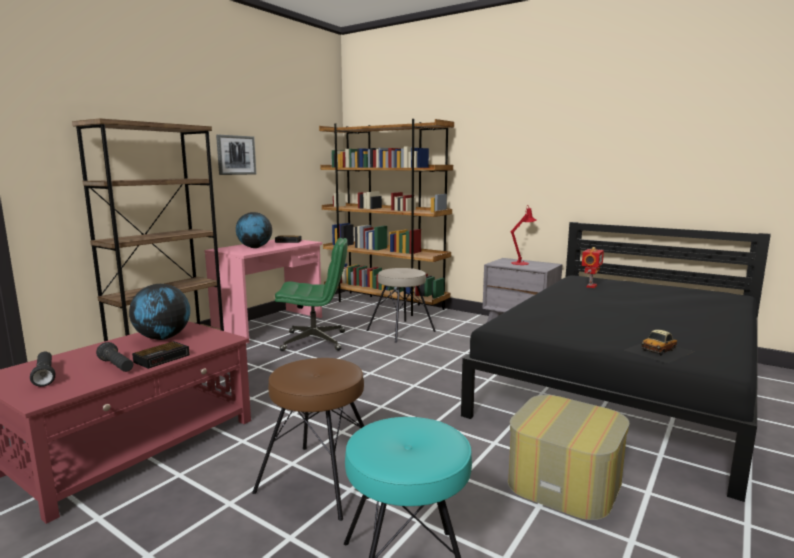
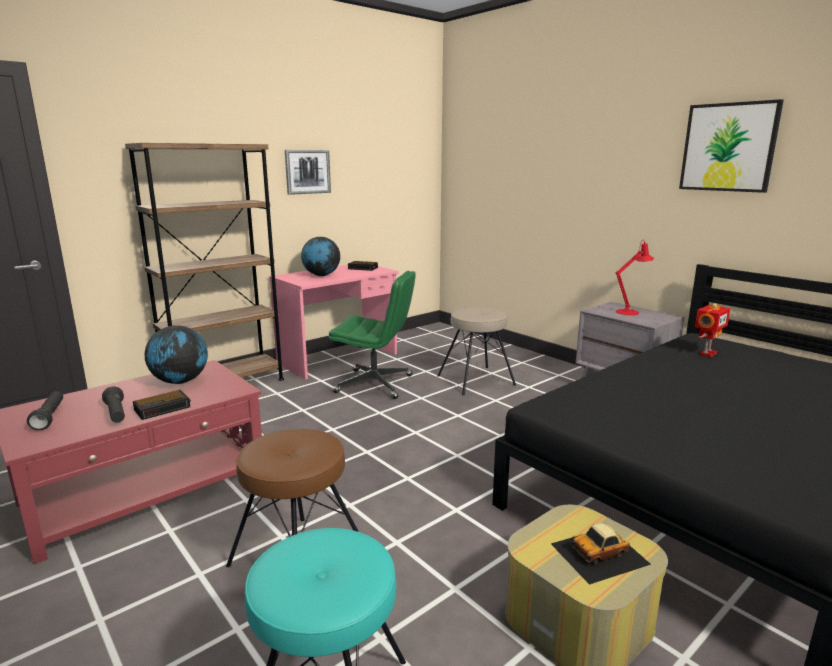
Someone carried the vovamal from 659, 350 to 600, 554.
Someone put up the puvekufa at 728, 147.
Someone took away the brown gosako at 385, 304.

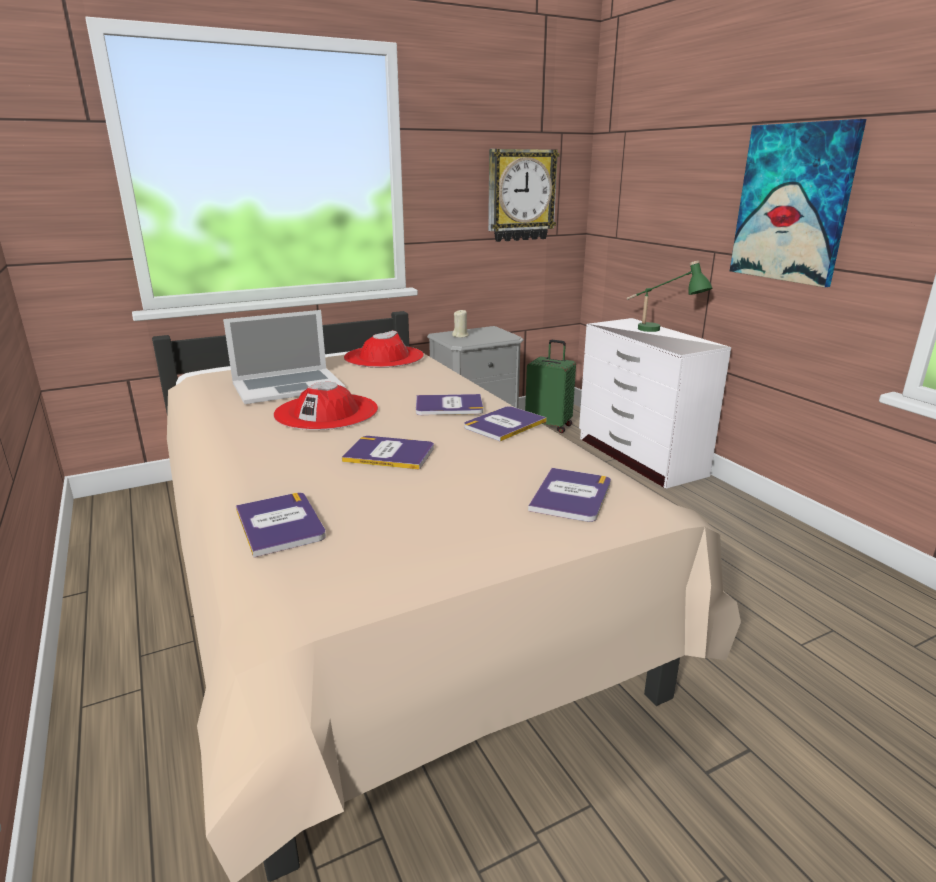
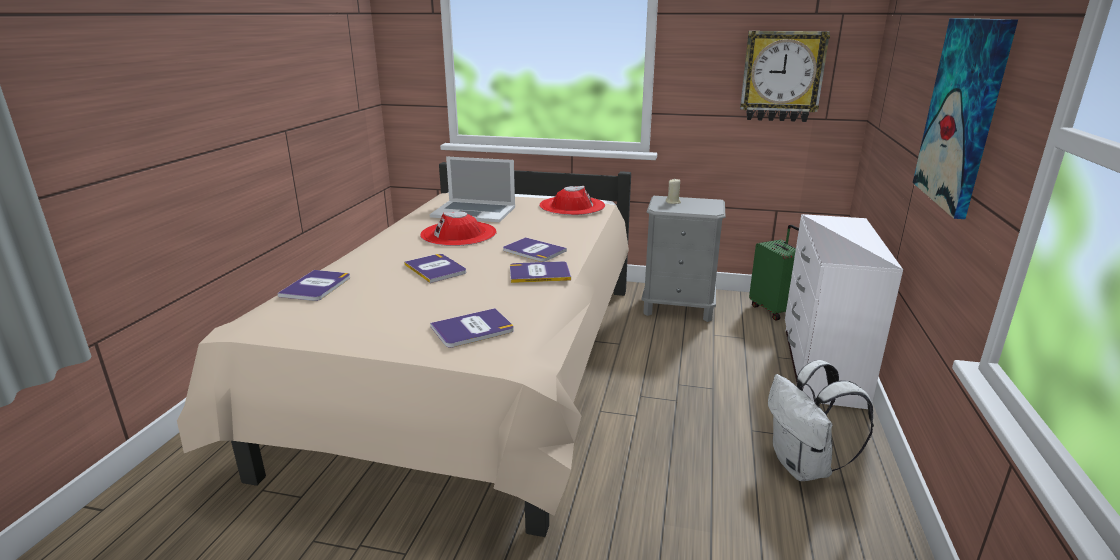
Someone put down the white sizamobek at 804, 467.
Someone took away the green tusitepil at 660, 332.

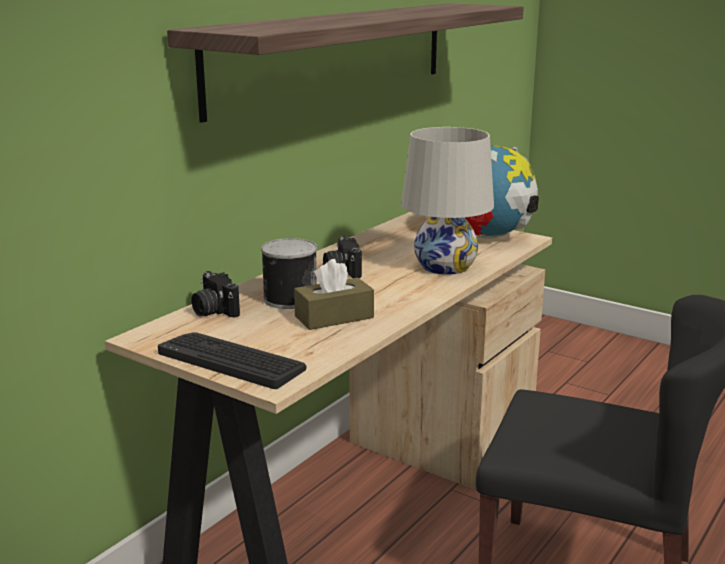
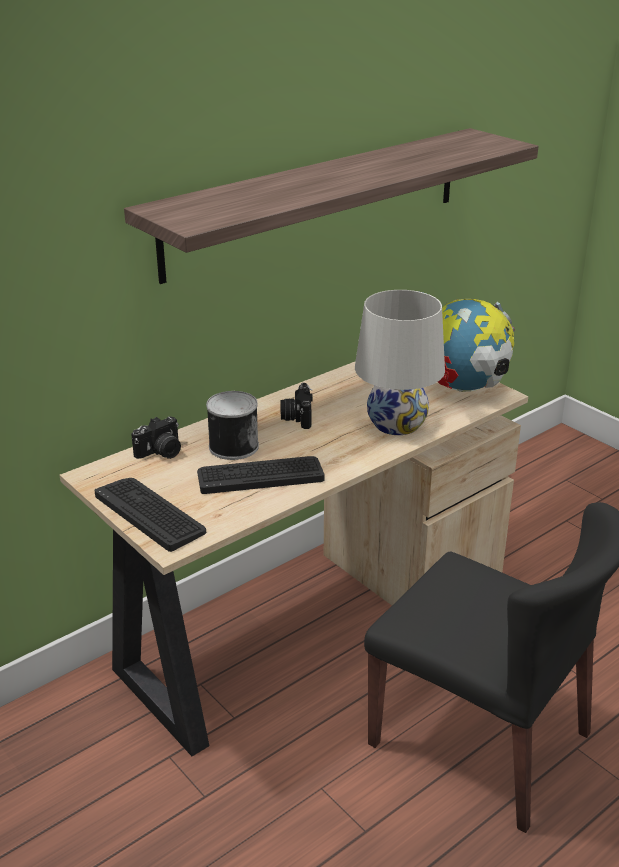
Someone rotated the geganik at 213, 311 by 105 degrees counterclockwise.
Someone swapped the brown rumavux at 334, 317 for the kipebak at 260, 475.

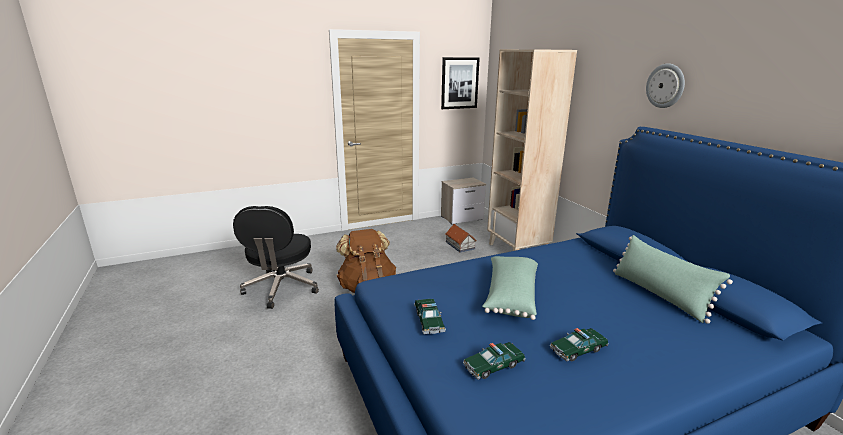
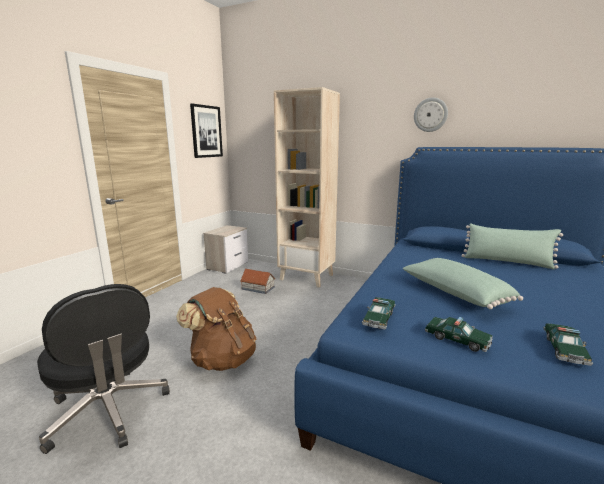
Someone carried the vovamal from 578, 350 to 379, 318.

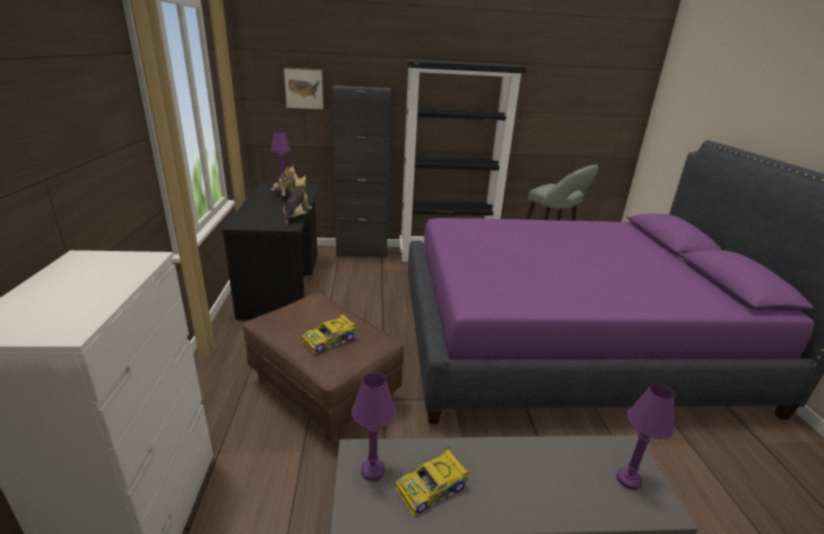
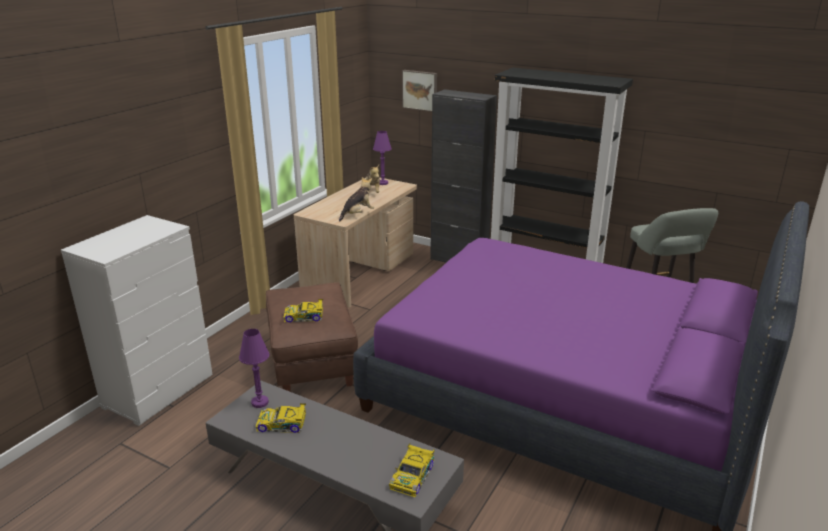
Someone repainted the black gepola at 283, 284, which became the beige gepola at 361, 273.
Someone swapped the purple tusitepil at 628, 479 for the vovamal at 413, 476.

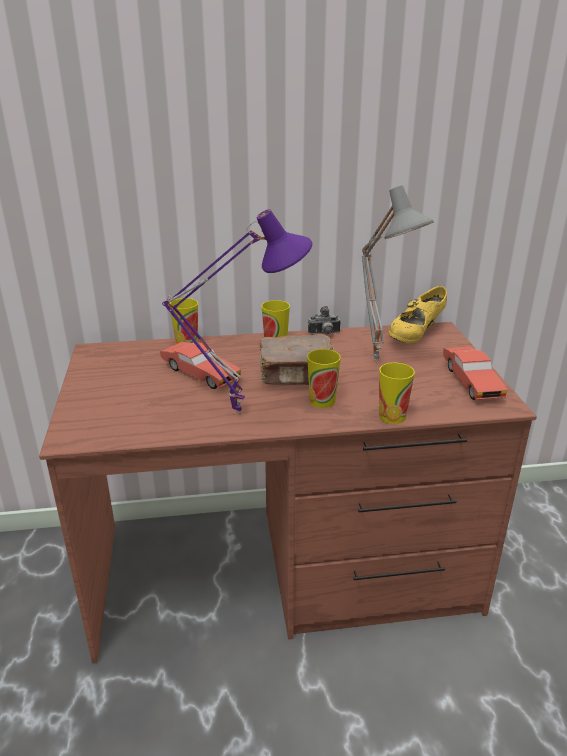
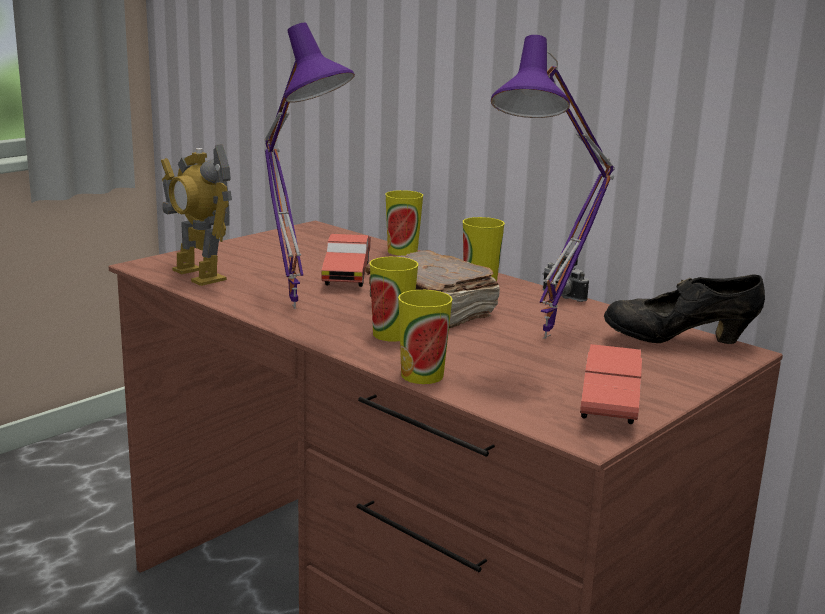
Someone put down the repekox at 198, 275.
Someone repainted the grey tusitepil at 379, 361, which became the purple tusitepil at 551, 339.
Someone rotated the red vovamal at 471, 382 by 150 degrees clockwise.
Someone repainted the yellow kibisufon at 415, 335, which became the black kibisufon at 678, 341.

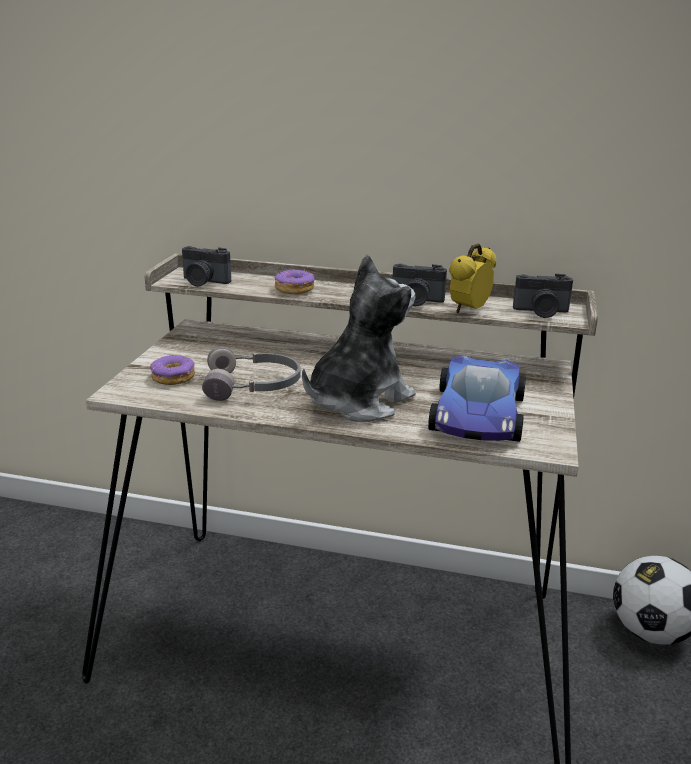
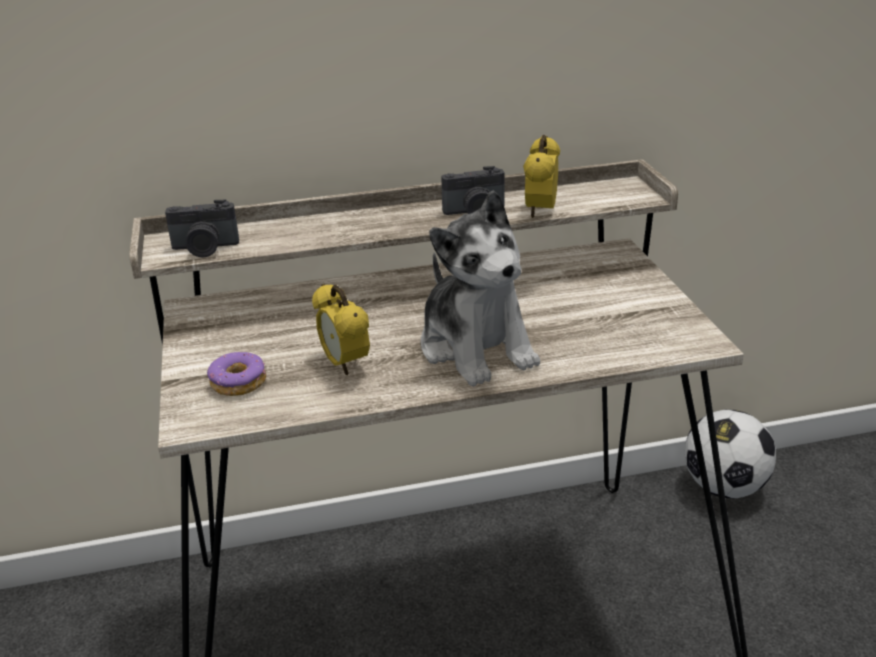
Someone swapped the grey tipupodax at 253, 386 for the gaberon at 345, 365.
Someone rotated the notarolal at 357, 401 by 135 degrees clockwise.
Someone took away the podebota at 294, 289.
Someone took away the vovamal at 477, 414.
Someone took away the geganik at 541, 312.

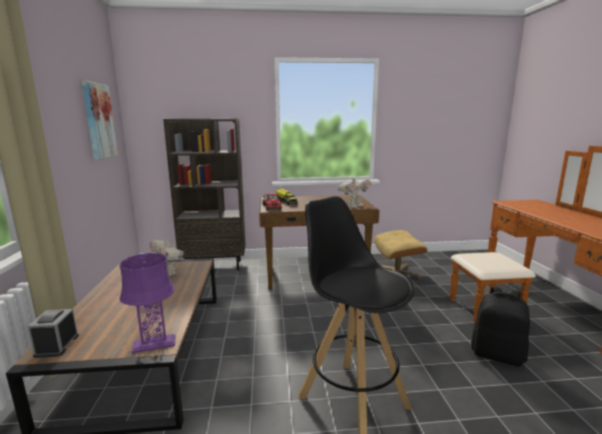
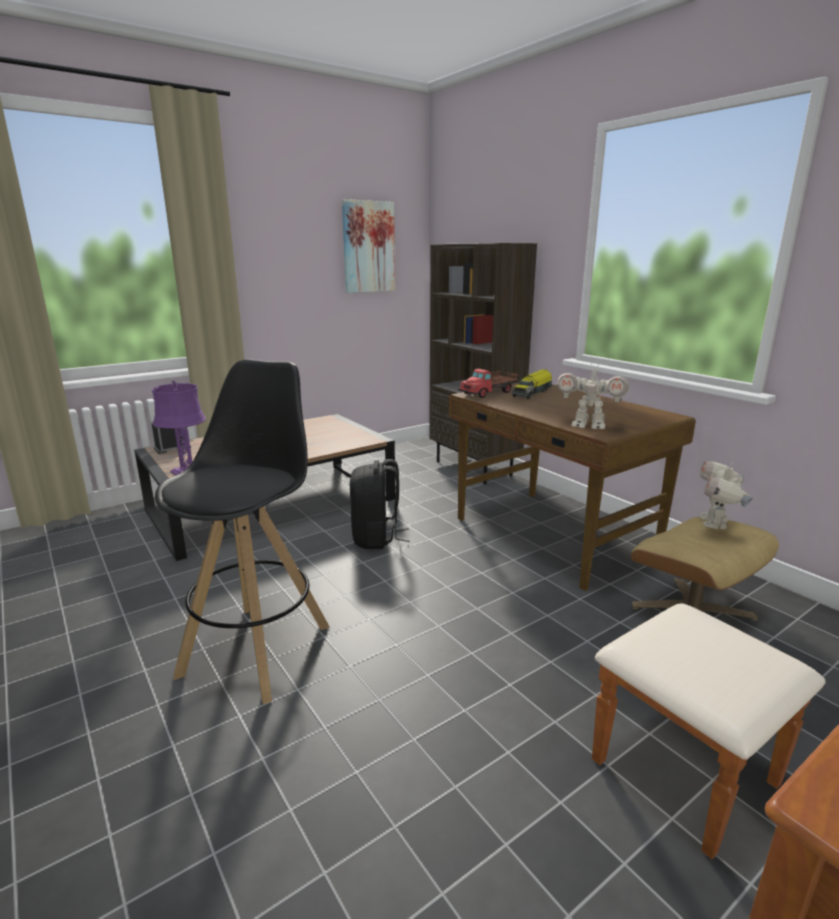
Someone carried the black sizamobek from 497, 355 to 376, 538.
Someone carried the repekox from 168, 273 to 715, 523.

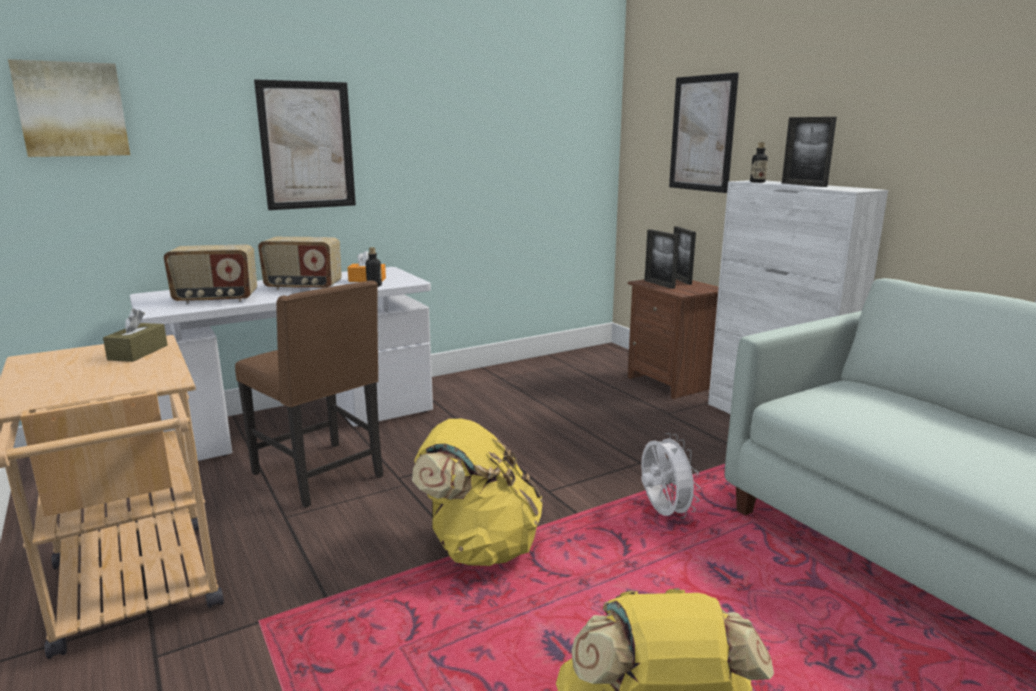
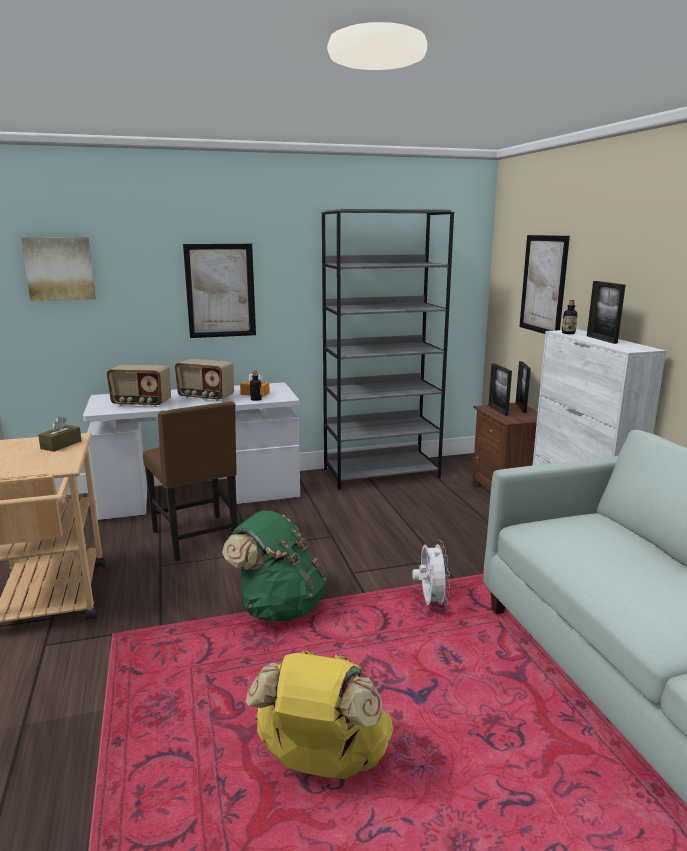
Someone repainted the yellow sizamobek at 479, 547, which became the green sizamobek at 279, 607.
Someone put down the grey gosako at 382, 473.

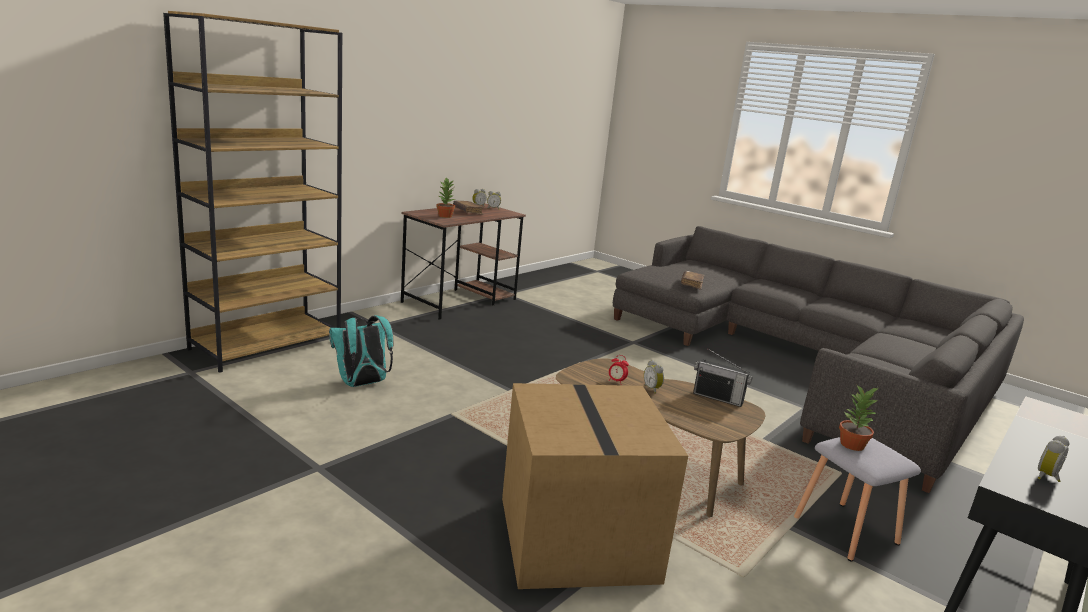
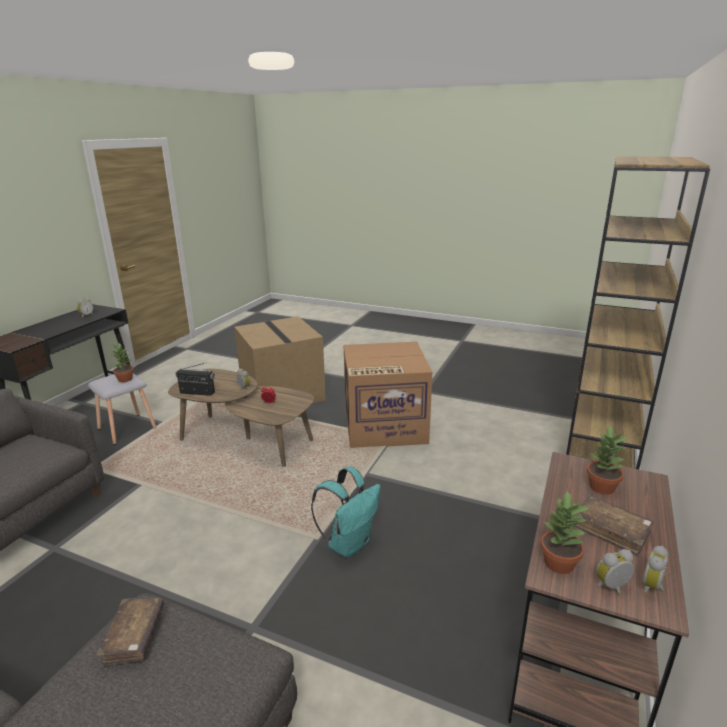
Someone carried the turquoise sizamobek from 362, 384 to 349, 543.
Someone put down the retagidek at 383, 426.
Someone put down the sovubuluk at 558, 563.

